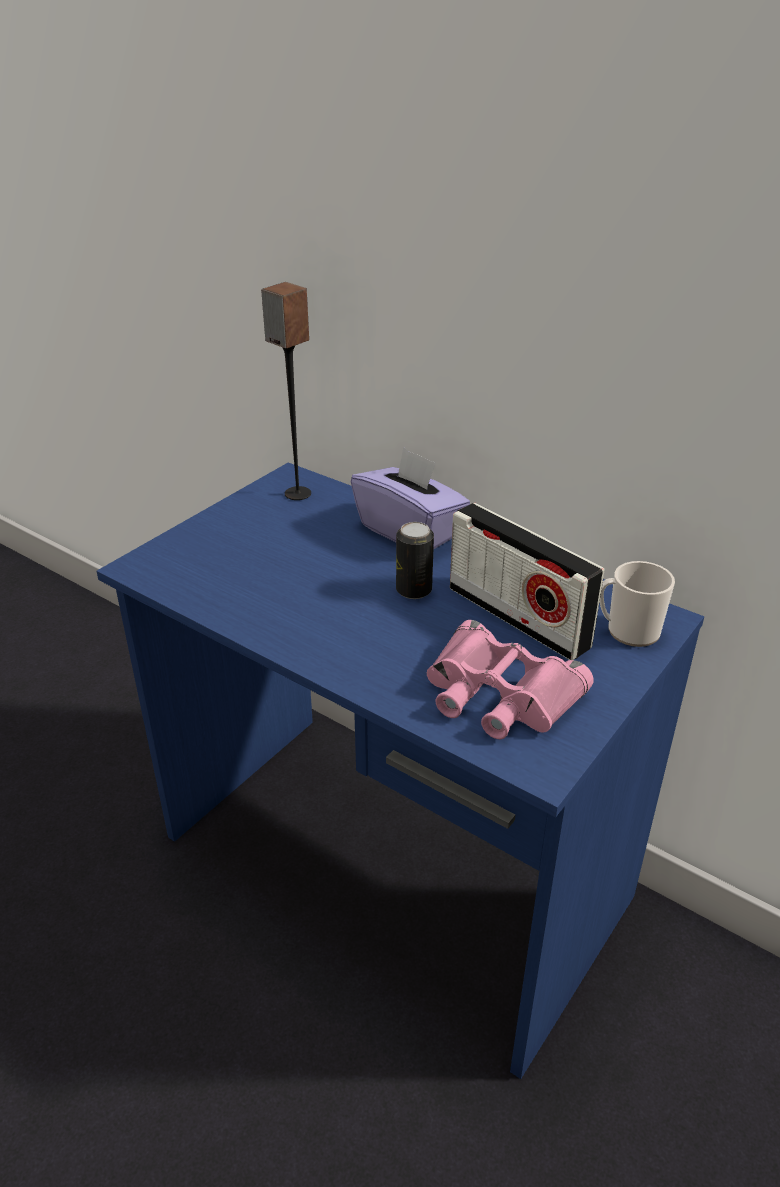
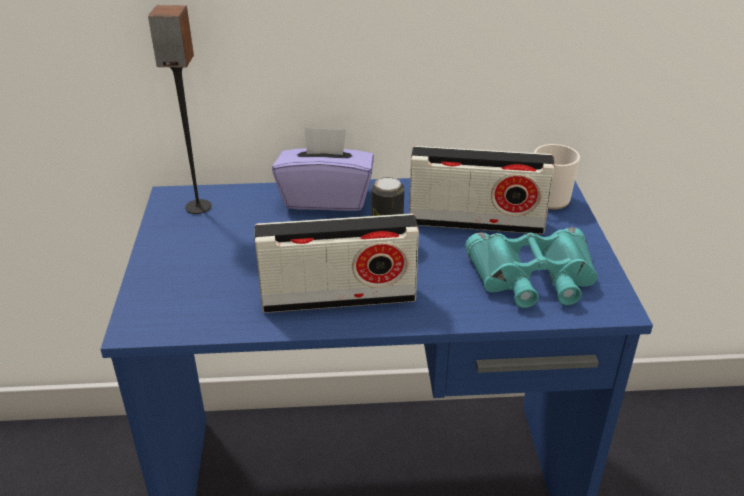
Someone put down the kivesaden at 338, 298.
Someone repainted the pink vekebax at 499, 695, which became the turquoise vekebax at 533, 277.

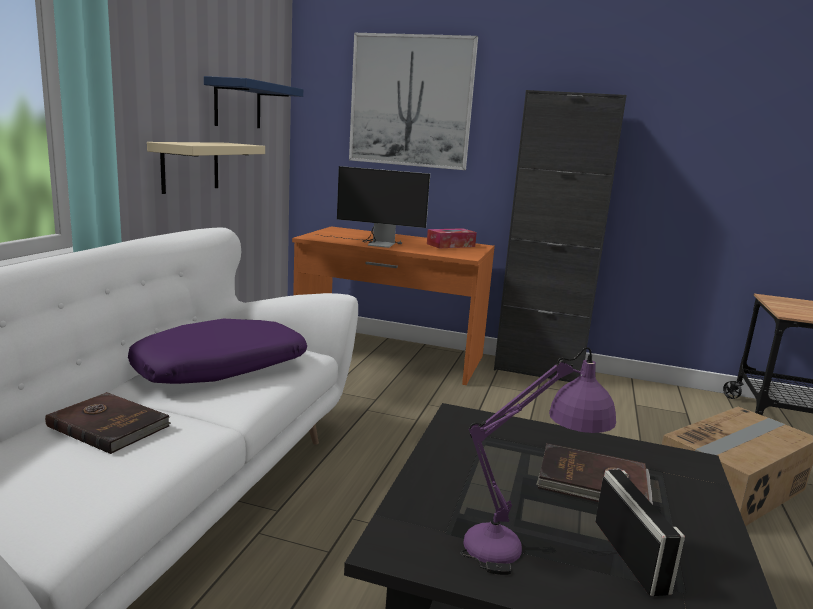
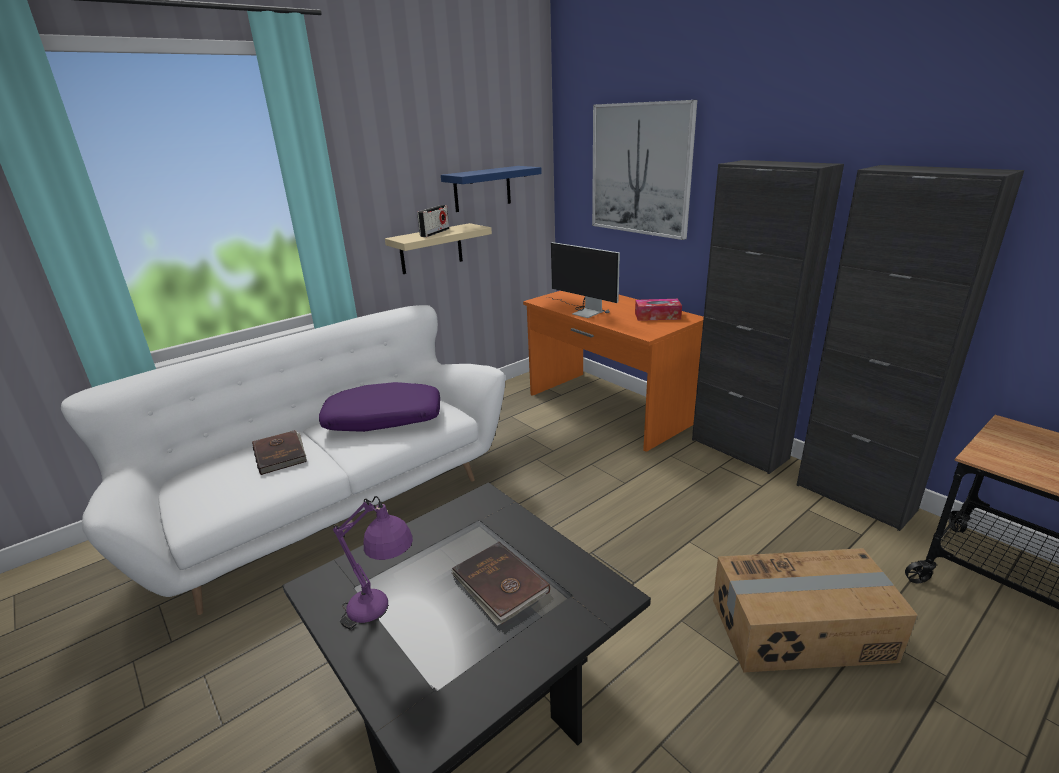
Someone carried the kivesaden from 630, 555 to 435, 233.
Someone put down the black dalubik at 854, 497.

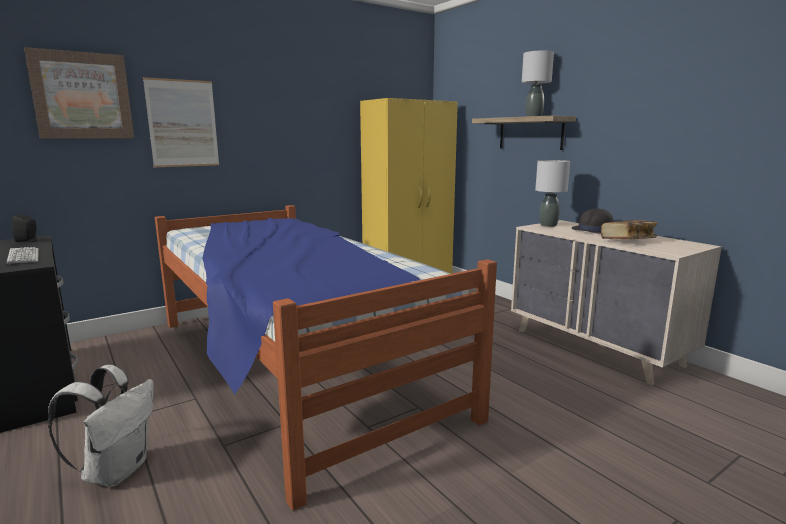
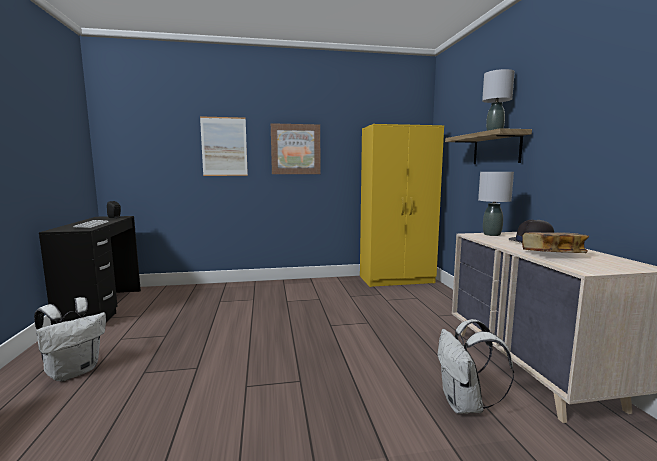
Someone carried the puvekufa from 82, 96 to 295, 149.
Someone put down the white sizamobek at 465, 405.
Someone took away the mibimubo at 293, 364.

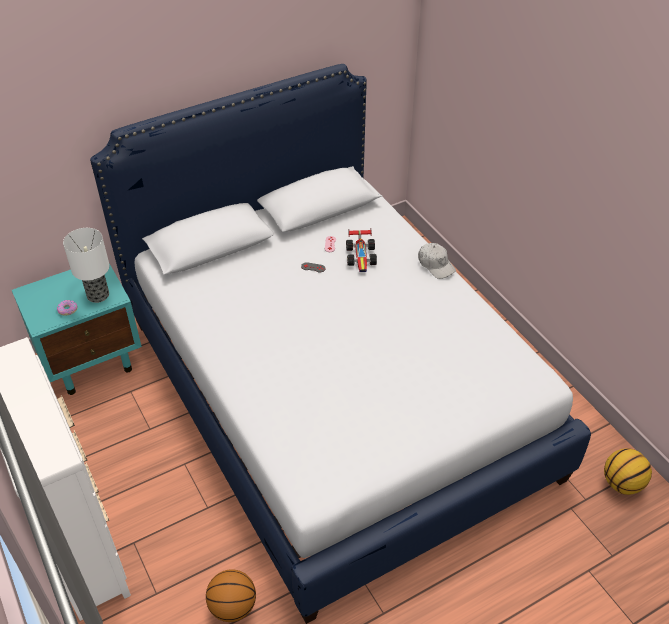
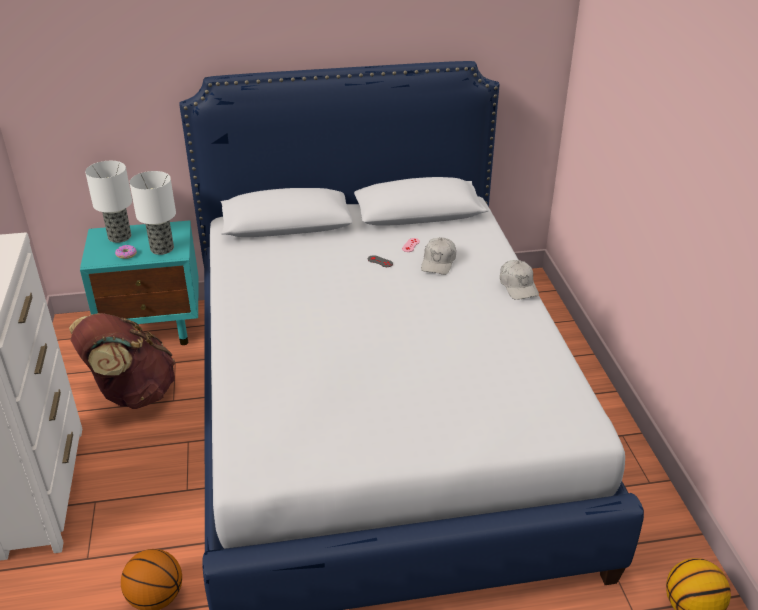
Someone put down the brown sizamobek at 131, 393.
Someone put down the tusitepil at 119, 236.
Someone swapped the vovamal at 362, 256 for the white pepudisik at 438, 262.

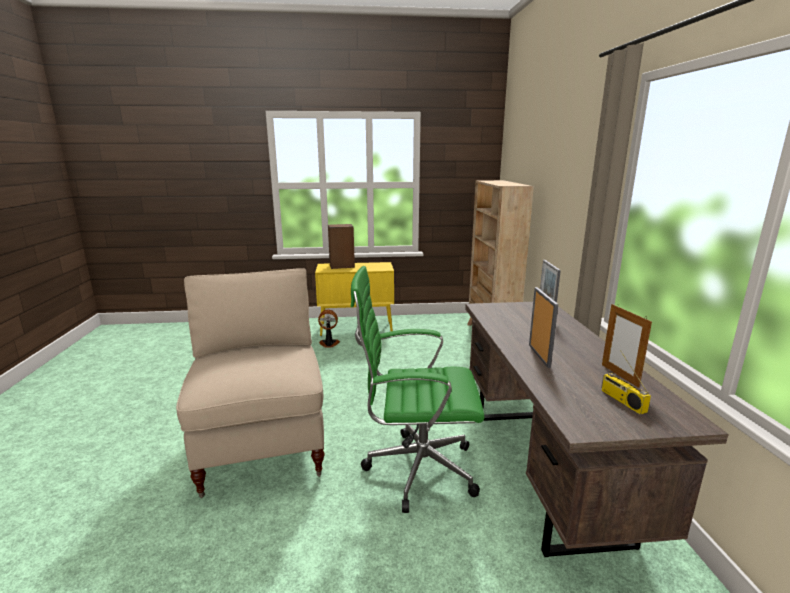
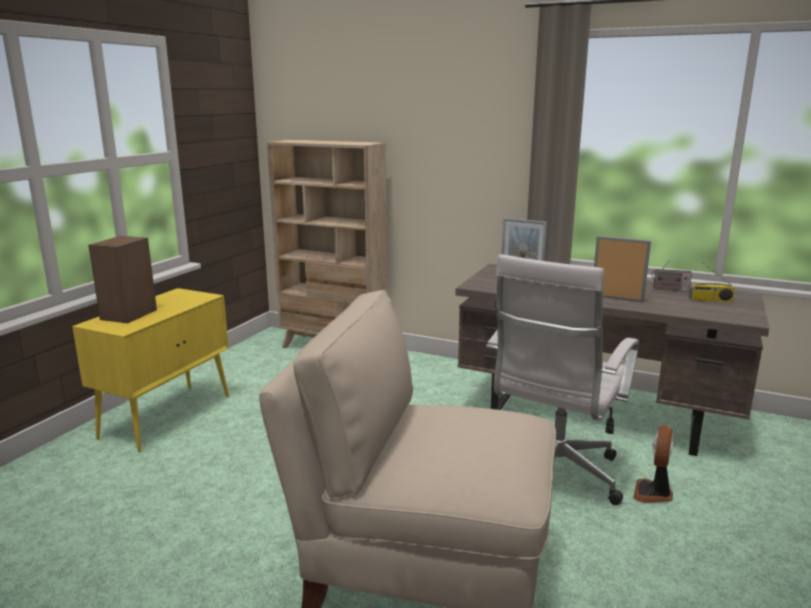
Someone repainted the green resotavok at 415, 469, which became the white resotavok at 553, 477.
Someone carried the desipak from 329, 344 to 653, 493.
Someone swapped the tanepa at 619, 375 for the kivesaden at 669, 289.

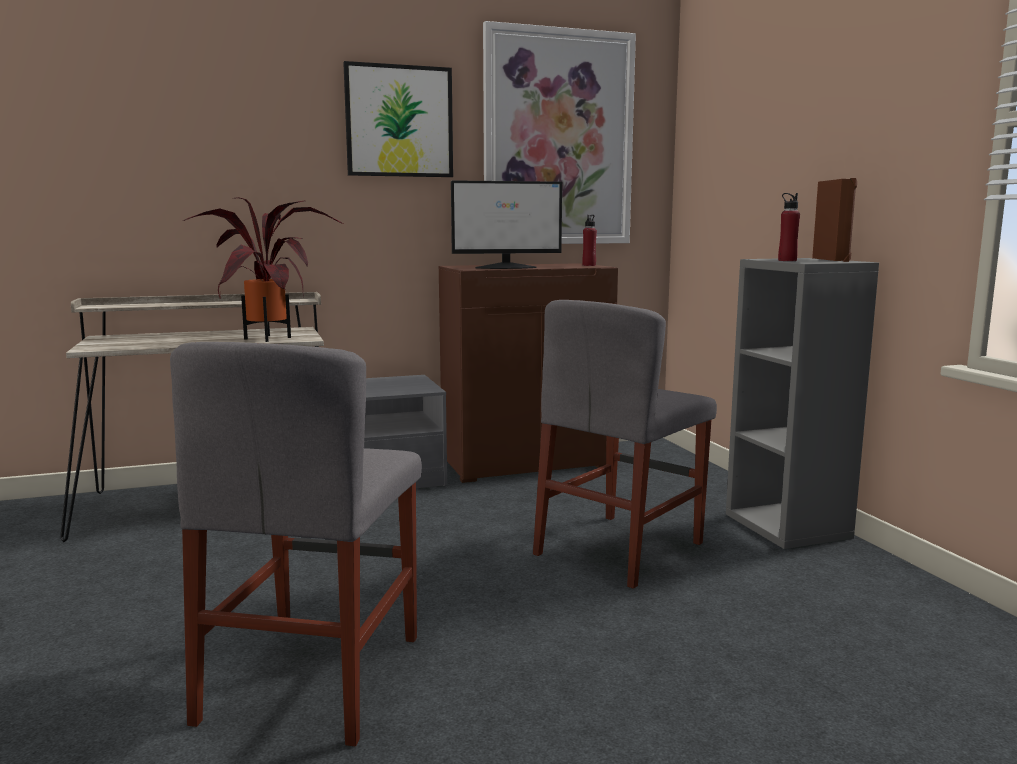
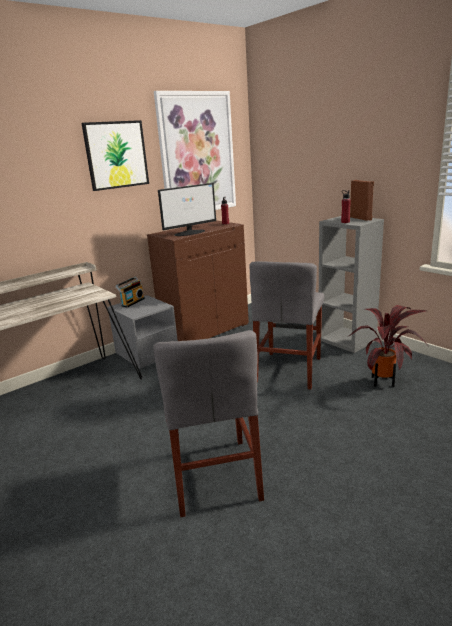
Someone put down the kivesaden at 132, 302.
Someone carried the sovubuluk from 269, 339 to 385, 382.

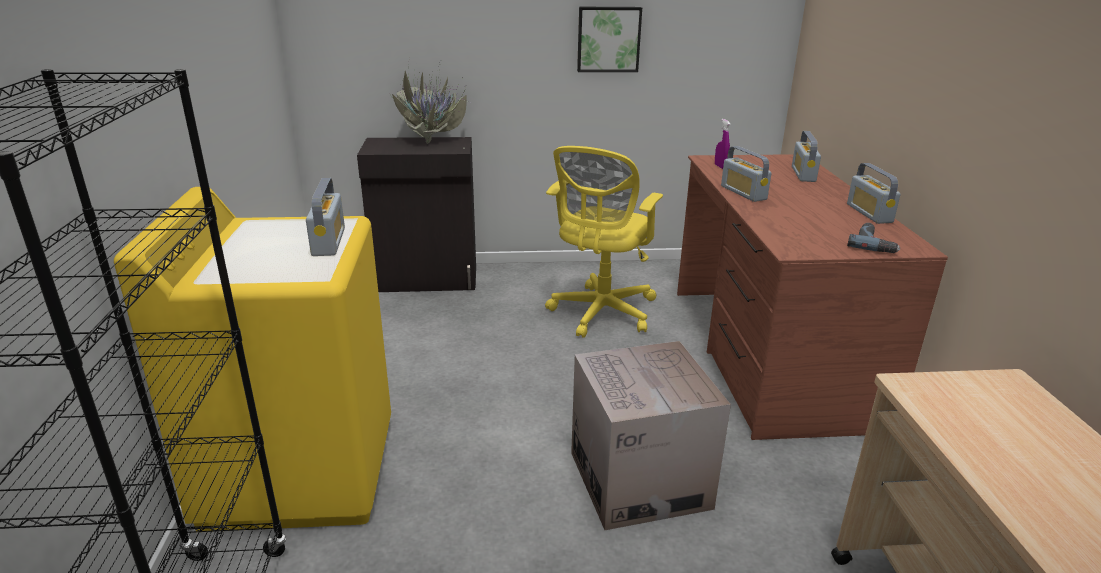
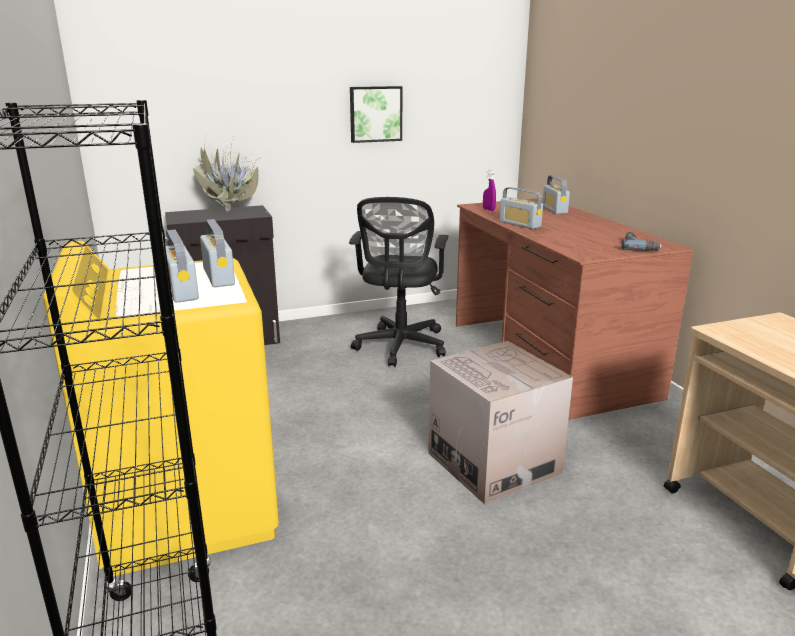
Someone carried the kivesaden from 869, 213 to 181, 290.
Someone repainted the yellow resotavok at 600, 314, which became the black resotavok at 400, 347.

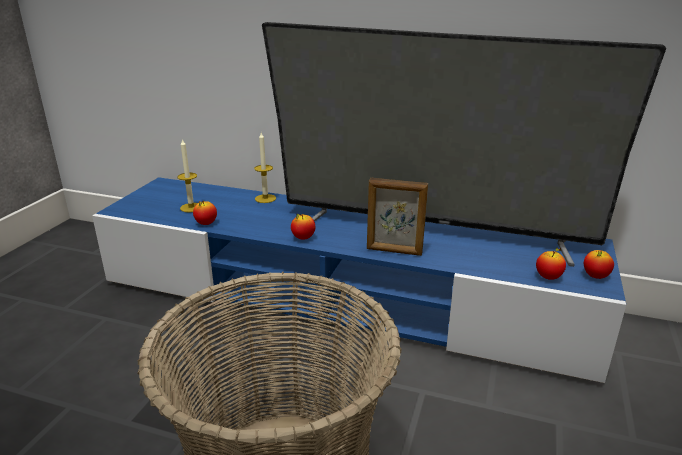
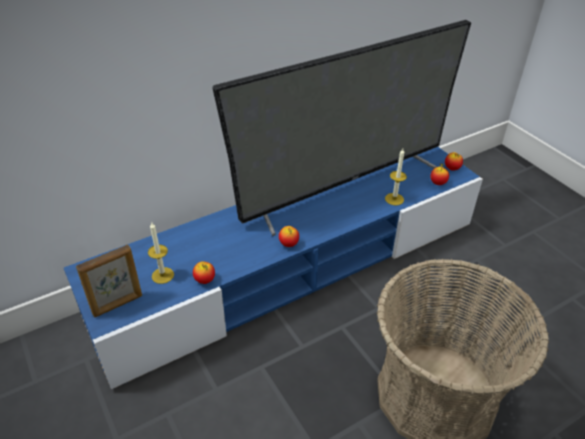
Someone carried the tanepa from 394, 251 to 118, 305.
Someone carried the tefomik from 265, 198 to 394, 199.

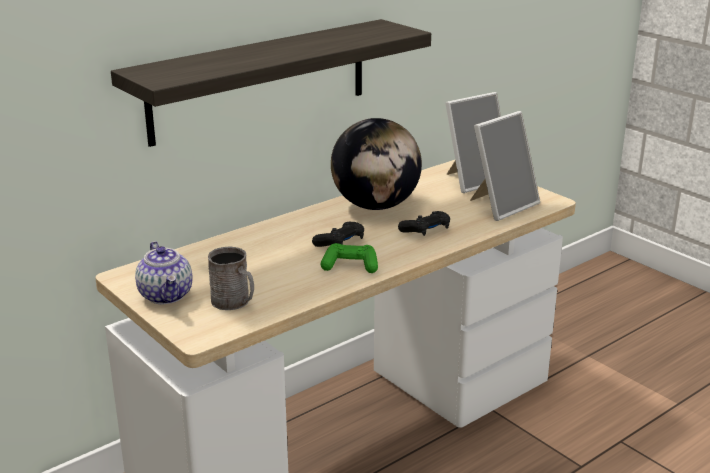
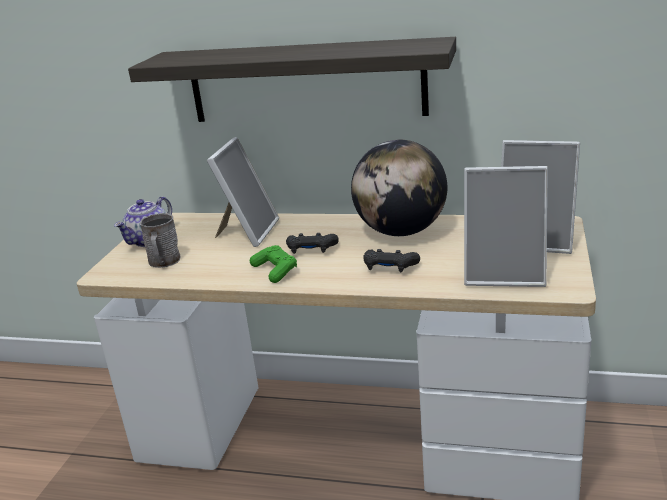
Someone put down the tanepa at 247, 232.

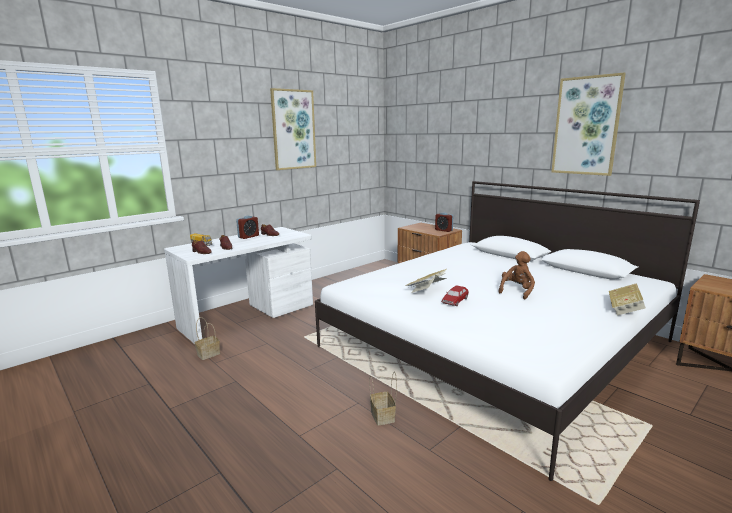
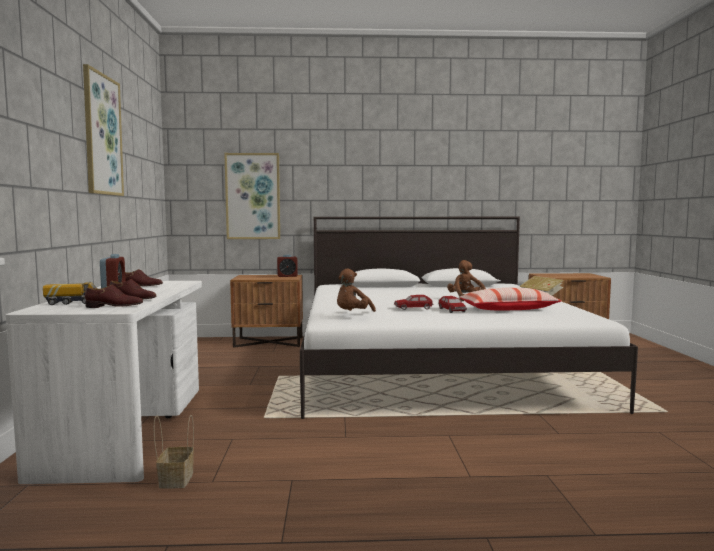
Someone carried the puvekufa from 586, 126 to 253, 196.
Someone put down the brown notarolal at 352, 315.
Someone swapped the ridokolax at 427, 289 for the vovamal at 413, 308.
Someone put down the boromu at 508, 309.
Someone took away the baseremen at 383, 416.

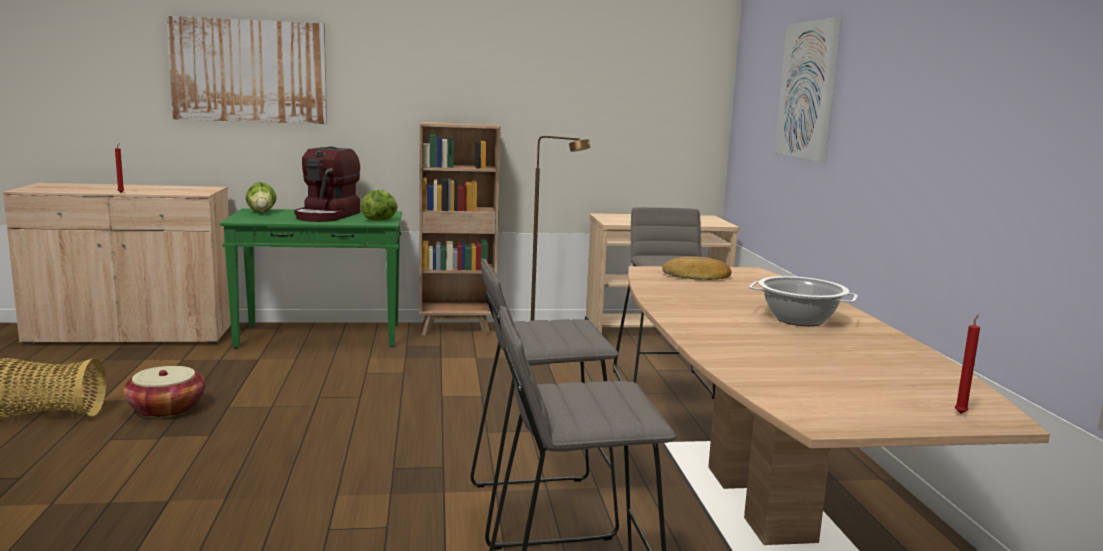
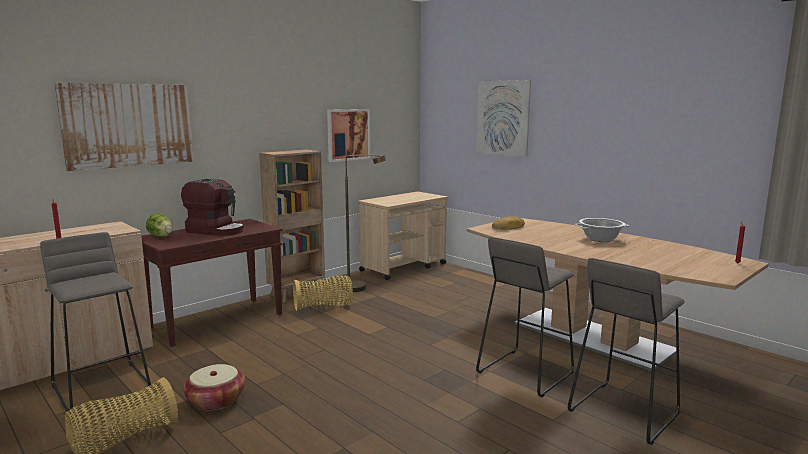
Someone carried the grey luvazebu from 663, 384 to 103, 386.
Someone repainted the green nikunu at 321, 336, which became the brown nikunu at 217, 321.
Someone rotated the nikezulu at 328, 216 by 45 degrees counterclockwise.
Someone put down the baseremen at 324, 306.
Someone put up the puvekufa at 348, 134.
Someone took away the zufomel at 380, 220.

